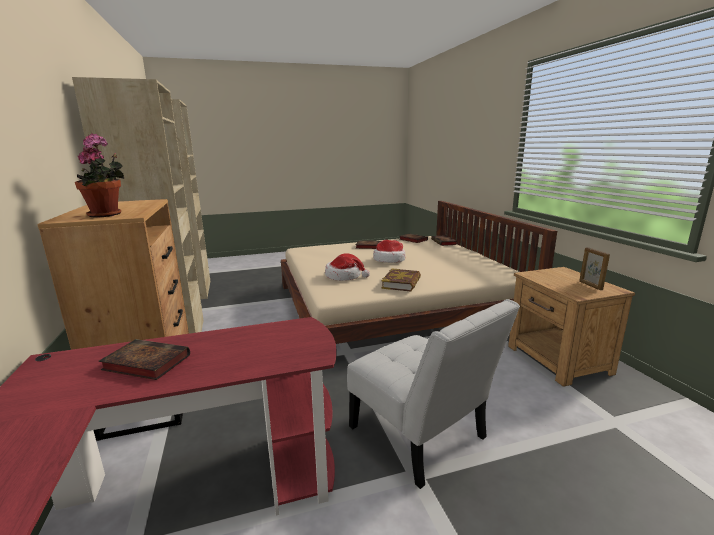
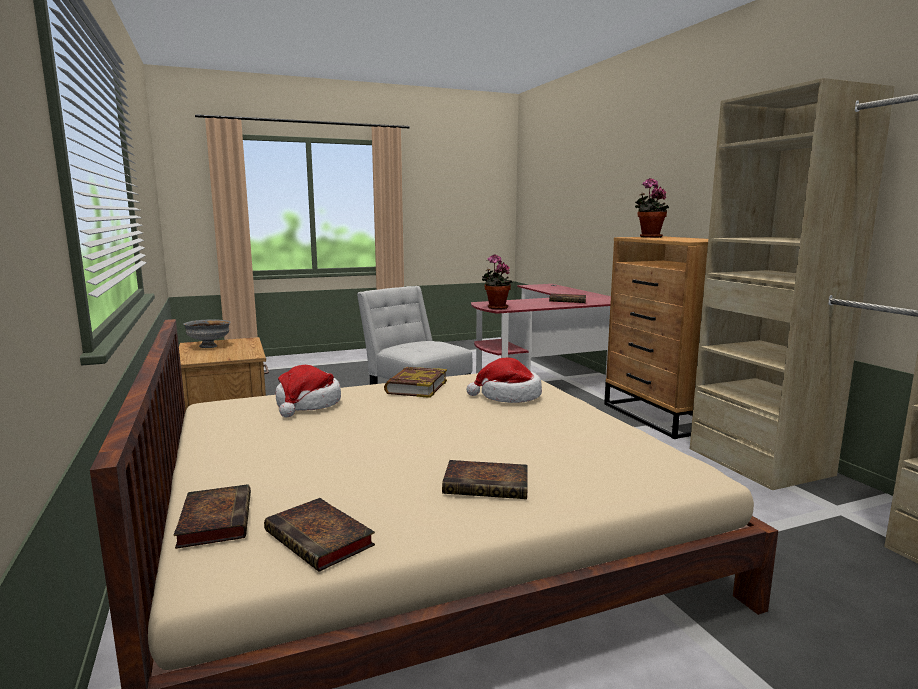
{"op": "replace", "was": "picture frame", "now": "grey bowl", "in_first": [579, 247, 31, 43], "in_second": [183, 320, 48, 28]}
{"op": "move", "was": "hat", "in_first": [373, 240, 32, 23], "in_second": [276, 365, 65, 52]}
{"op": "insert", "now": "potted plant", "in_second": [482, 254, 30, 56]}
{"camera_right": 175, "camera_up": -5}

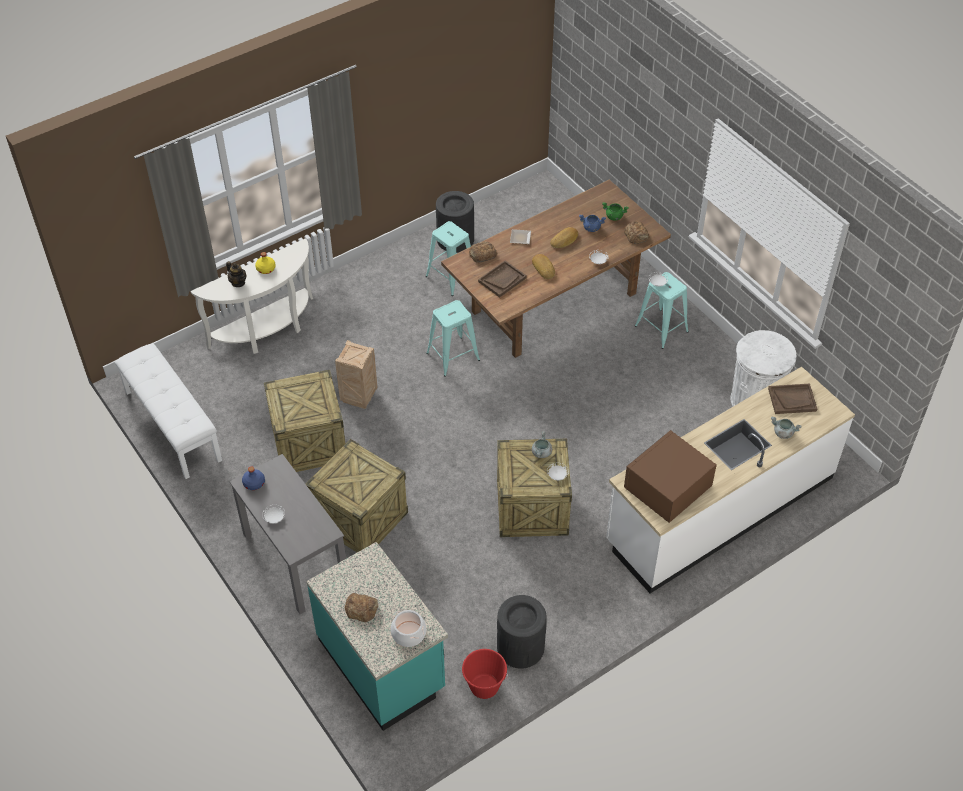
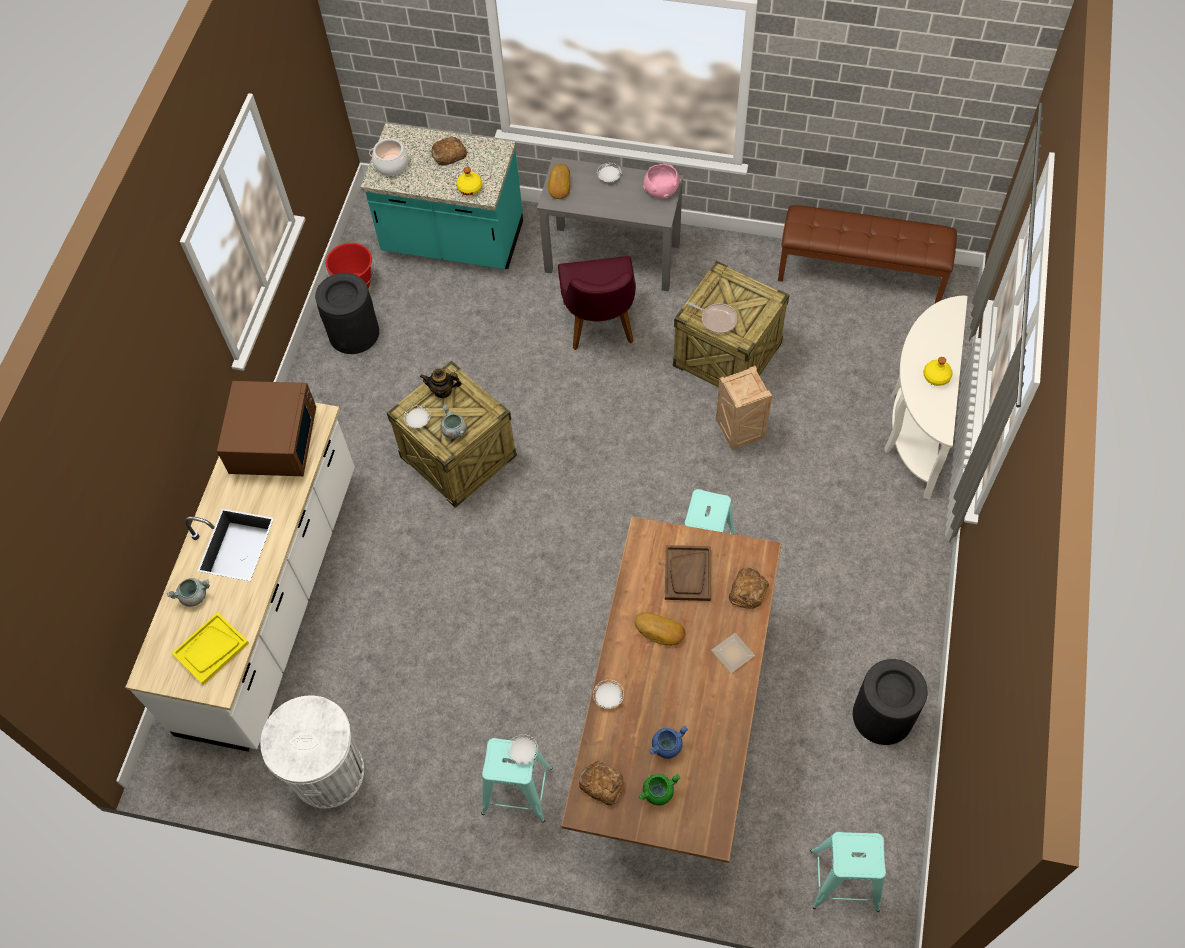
{"op": "recolor", "was": "brown tray", "now": "yellow tray", "in_first": [768, 384, 49, 30], "in_second": [172, 612, 77, 73]}
{"op": "move", "was": "teapot", "in_first": [226, 261, 20, 26], "in_second": [420, 369, 42, 29]}
{"op": "insert", "now": "yellow bottle", "in_second": [456, 167, 26, 29]}
{"op": "move", "was": "bread", "in_first": [550, 227, 28, 21], "in_second": [548, 164, 22, 35]}
{"op": "replace", "was": "crate", "now": "purple chair", "in_first": [306, 439, 102, 114], "in_second": [558, 256, 78, 94]}
{"op": "replace", "was": "blue bottle", "now": "pink bowl", "in_first": [242, 466, 23, 24], "in_second": [643, 164, 38, 34]}
{"op": "insert", "now": "frying pan", "in_second": [686, 301, 52, 32]}
{"op": "recolor", "was": "white bench", "now": "brown bench", "in_first": [115, 344, 107, 135], "in_second": [778, 205, 179, 98]}
{"op": "move", "was": "turquoise stool", "in_first": [426, 221, 45, 75], "in_second": [811, 832, 75, 80]}
{"camera_right": 140, "camera_up": 10}

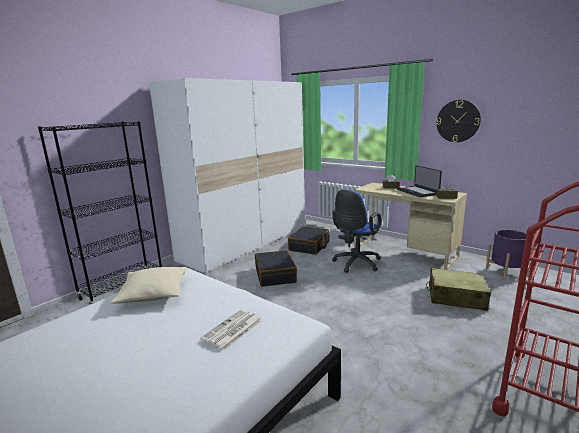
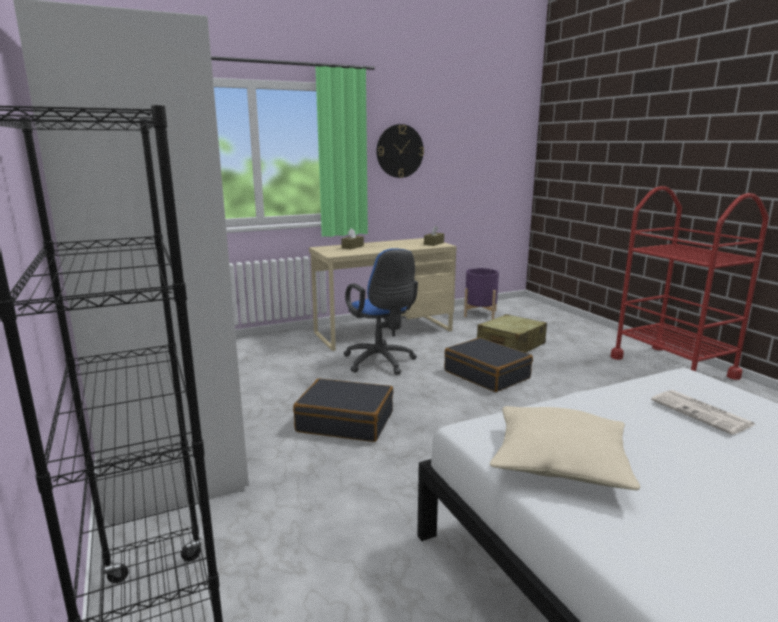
{"op": "move", "was": "black suitcase", "in_first": [288, 226, 41, 29], "in_second": [444, 338, 89, 54]}
{"op": "delete", "was": "laptop", "in_first": [397, 165, 45, 32]}
{"camera_right": -65, "camera_up": 0}

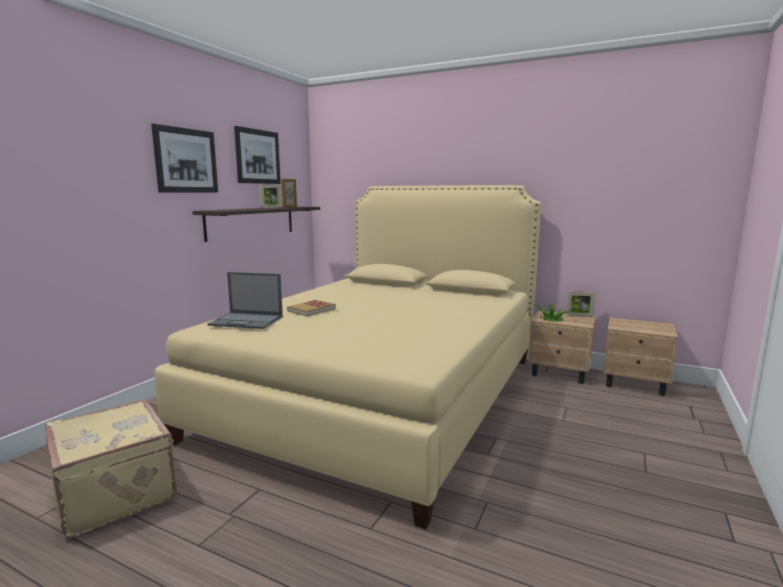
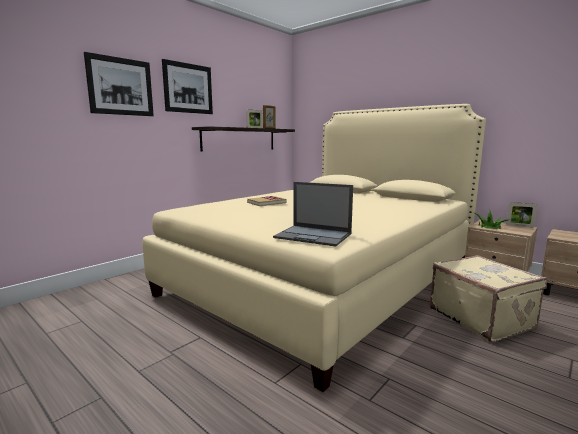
{"op": "move", "was": "picture", "in_first": [234, 126, 47, 58], "in_second": [84, 52, 70, 64]}
{"op": "move", "was": "laptop", "in_first": [207, 272, 76, 57], "in_second": [273, 182, 80, 65]}
{"op": "move", "was": "beige suitcase", "in_first": [45, 399, 132, 139], "in_second": [430, 255, 117, 87]}
{"camera_right": 15, "camera_up": 0}

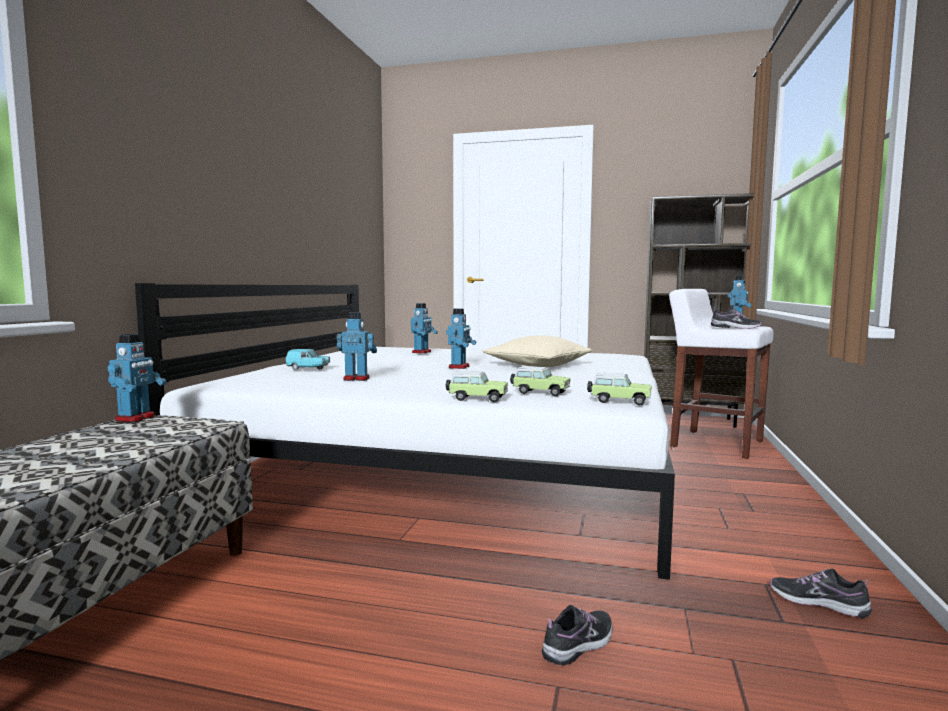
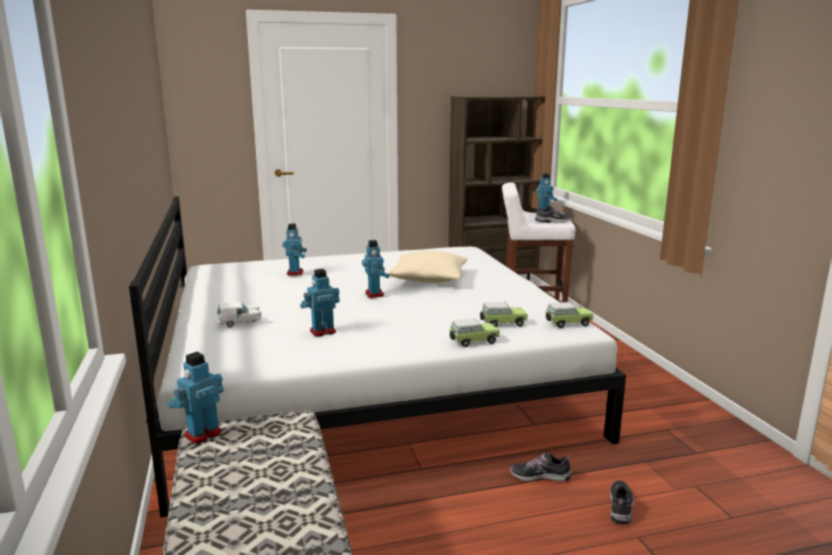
{"op": "rotate", "was": "toy robot", "in_first": [108, 334, 59, 88], "in_second": [168, 352, 56, 92], "clockwise": -120}
{"op": "recolor", "was": "turquoise toy car", "now": "white toy car", "in_first": [285, 349, 45, 21], "in_second": [217, 302, 44, 26]}
{"op": "move", "was": "shoe", "in_first": [770, 569, 102, 49], "in_second": [510, 453, 61, 28]}
{"camera_right": -30, "camera_up": 10}

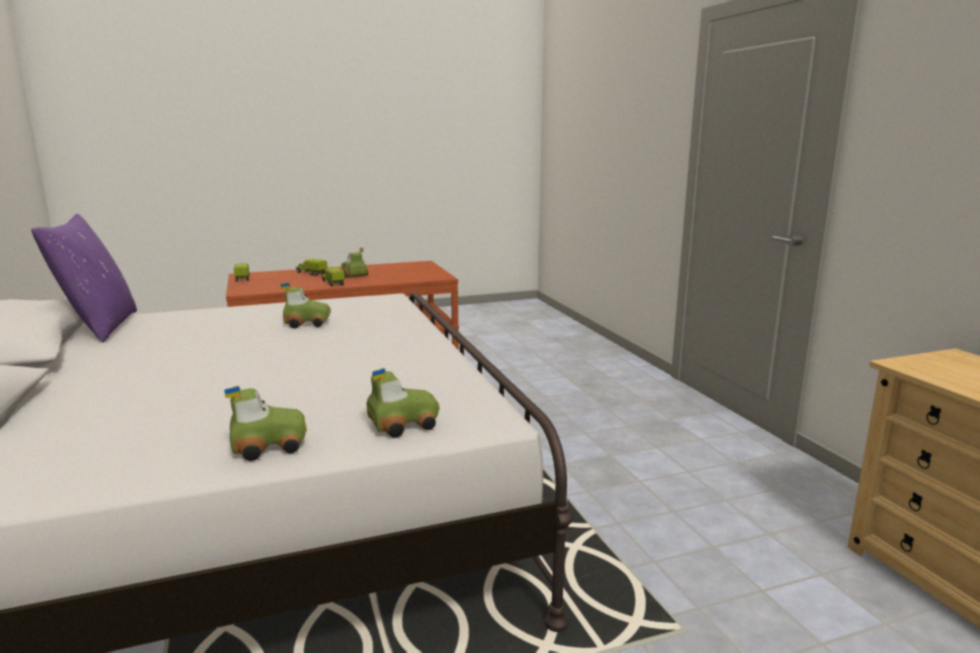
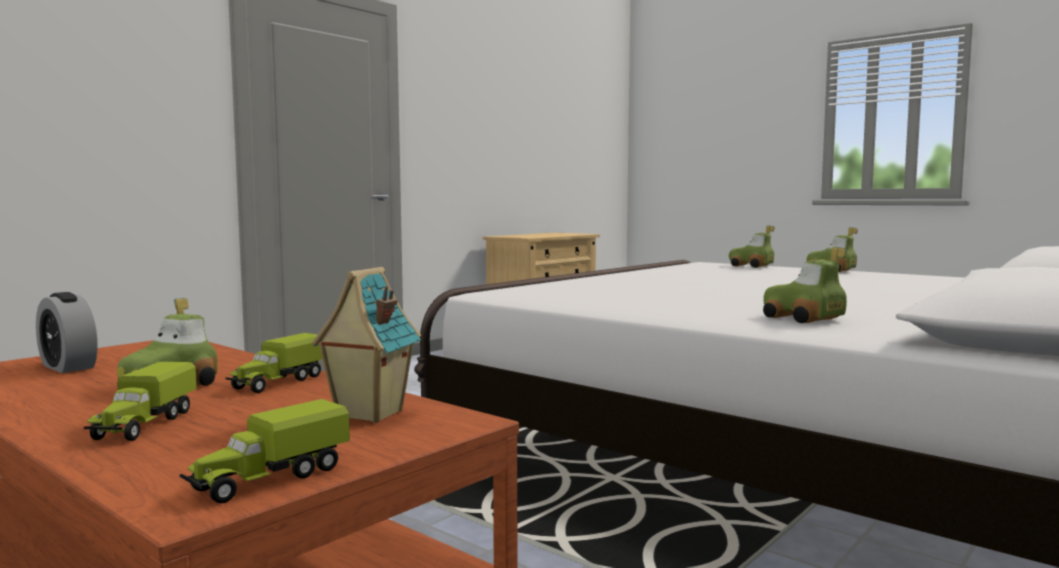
{"op": "insert", "now": "alarm clock", "in_second": [36, 292, 62, 81]}
{"op": "insert", "now": "toy house", "in_second": [312, 267, 109, 156]}
{"op": "move", "was": "toy car", "in_first": [281, 283, 50, 46], "in_second": [763, 247, 84, 76]}
{"op": "delete", "was": "purple pillow", "in_first": [31, 214, 106, 128]}
{"camera_right": -120, "camera_up": -10}

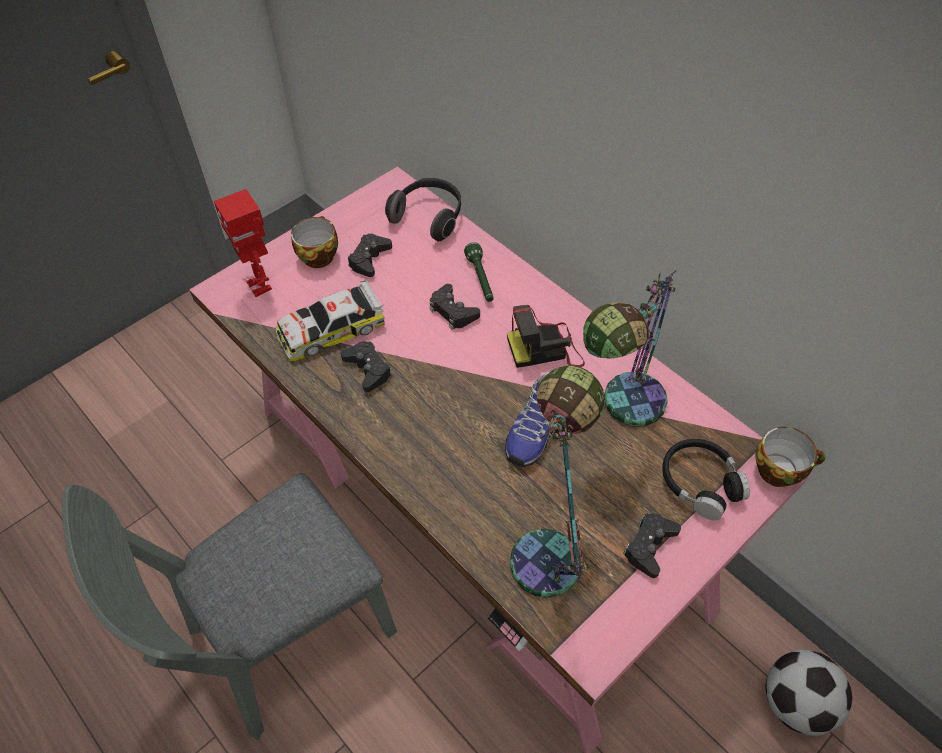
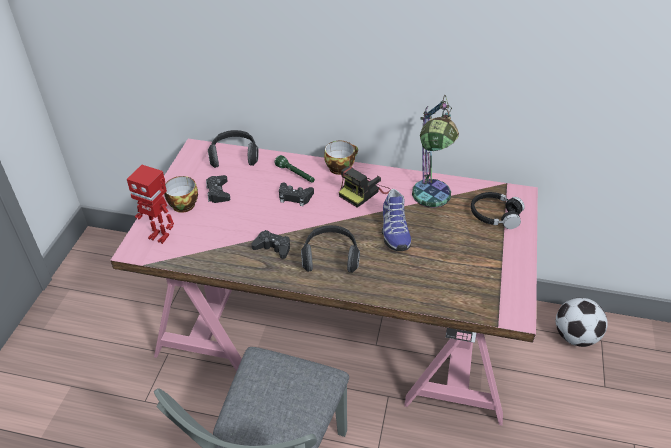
{"op": "insert", "now": "headphones", "in_second": [301, 225, 59, 48]}
{"op": "move", "was": "cup", "in_first": [755, 427, 70, 60], "in_second": [324, 141, 34, 34]}
{"op": "delete", "was": "toy car", "in_first": [275, 279, 110, 83]}
{"op": "delete", "was": "table lamp", "in_first": [510, 365, 95, 233]}
{"op": "delete", "was": "black game controller", "in_first": [623, 513, 58, 65]}
{"camera_right": -35, "camera_up": -10}

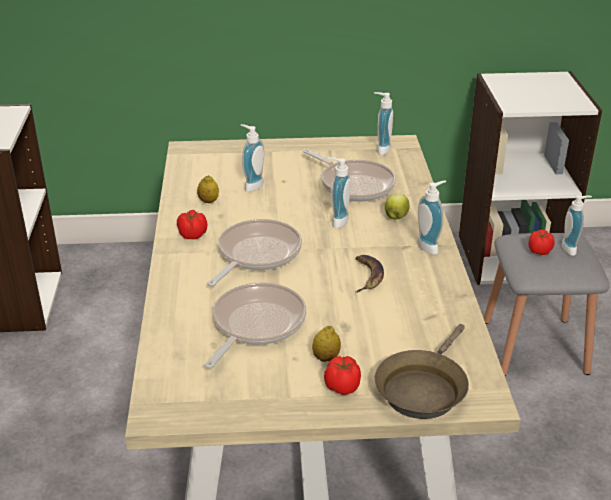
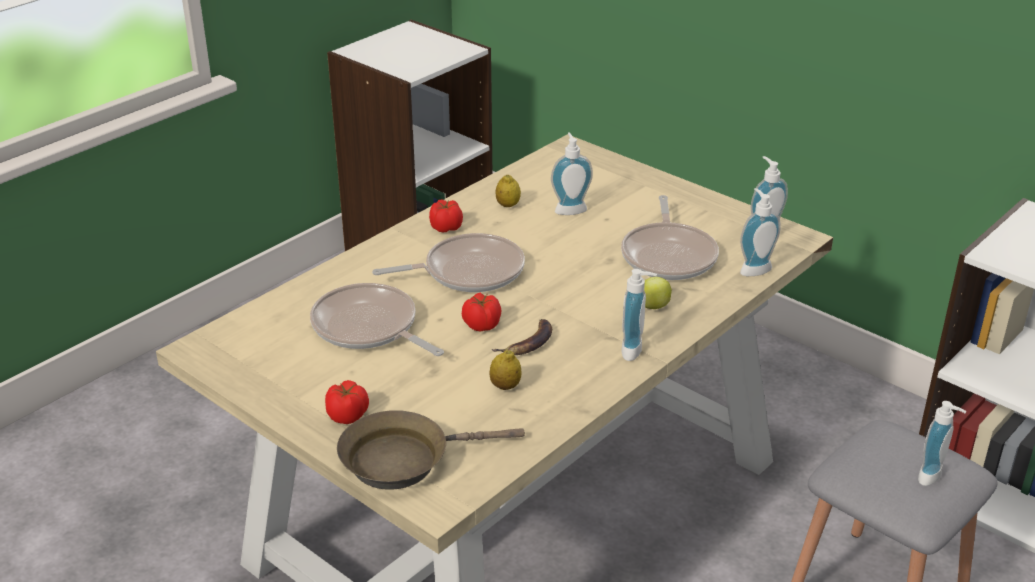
{"op": "rotate", "was": "frying pan", "in_first": [205, 282, 101, 87], "in_second": [310, 283, 134, 73], "clockwise": -120}
{"op": "move", "was": "tomato", "in_first": [529, 229, 26, 26], "in_second": [462, 292, 39, 40]}
{"op": "move", "was": "lemon", "in_first": [312, 326, 29, 36], "in_second": [489, 350, 32, 40]}
{"op": "move", "was": "soap dispenser", "in_first": [328, 157, 23, 71], "in_second": [740, 188, 41, 88]}
{"camera_right": 45, "camera_up": 0}

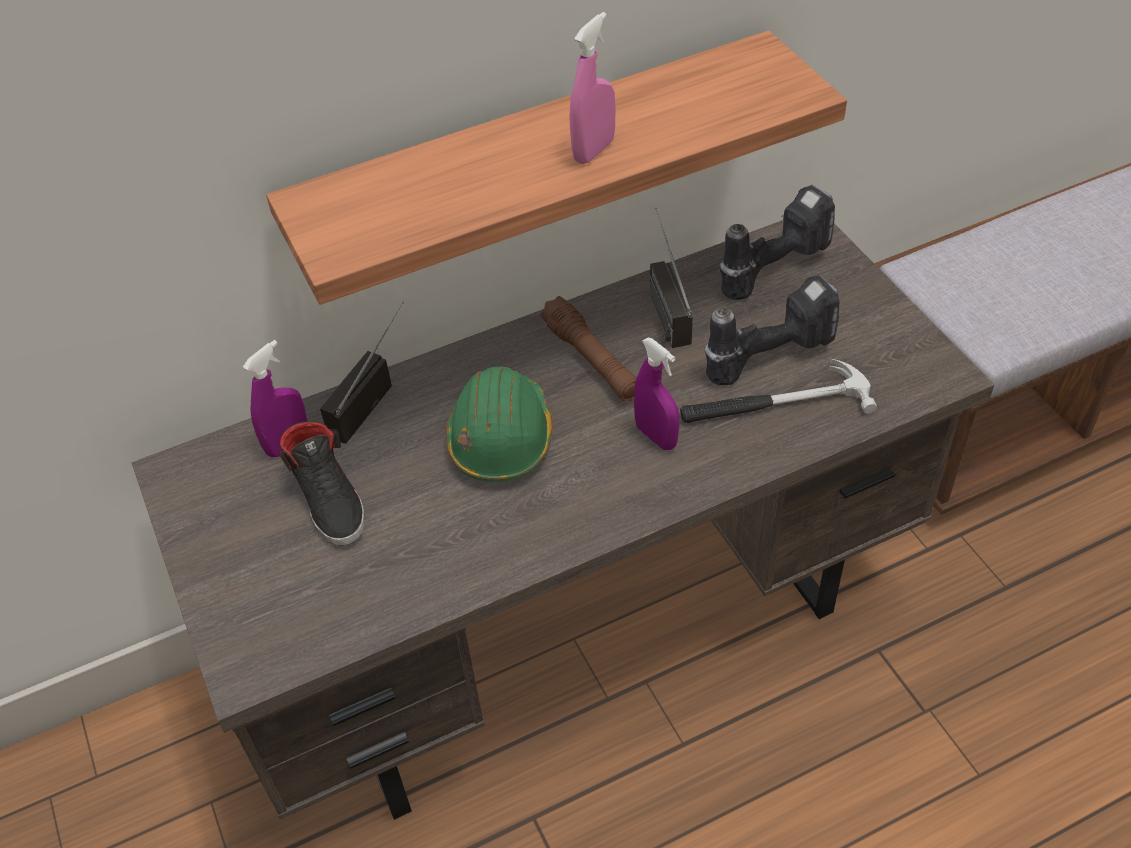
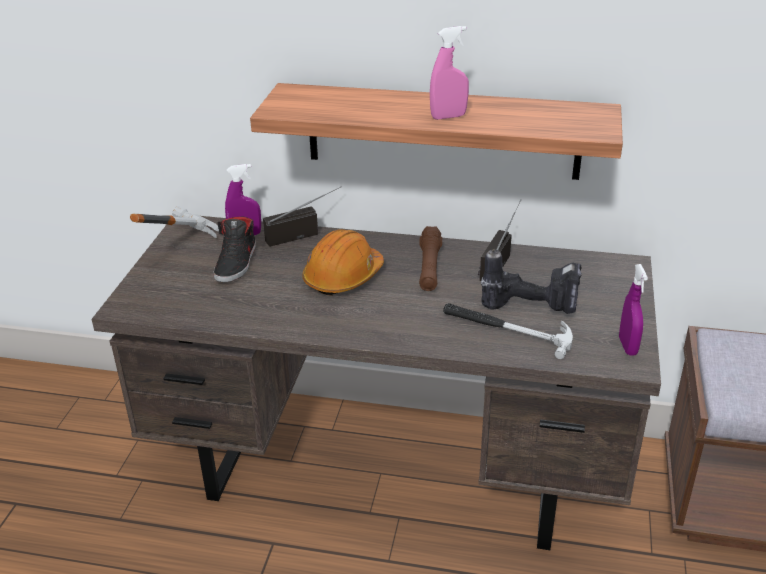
{"op": "insert", "now": "hammer", "in_second": [130, 206, 89, 32]}
{"op": "recolor", "was": "green hard hat", "now": "orange hard hat", "in_first": [446, 366, 107, 116], "in_second": [303, 229, 81, 67]}
{"op": "move", "was": "purple spray bottle", "in_first": [634, 337, 46, 113], "in_second": [619, 264, 29, 92]}
{"op": "delete", "was": "power drill", "in_first": [720, 185, 115, 115]}
{"camera_right": 35, "camera_up": -15}

